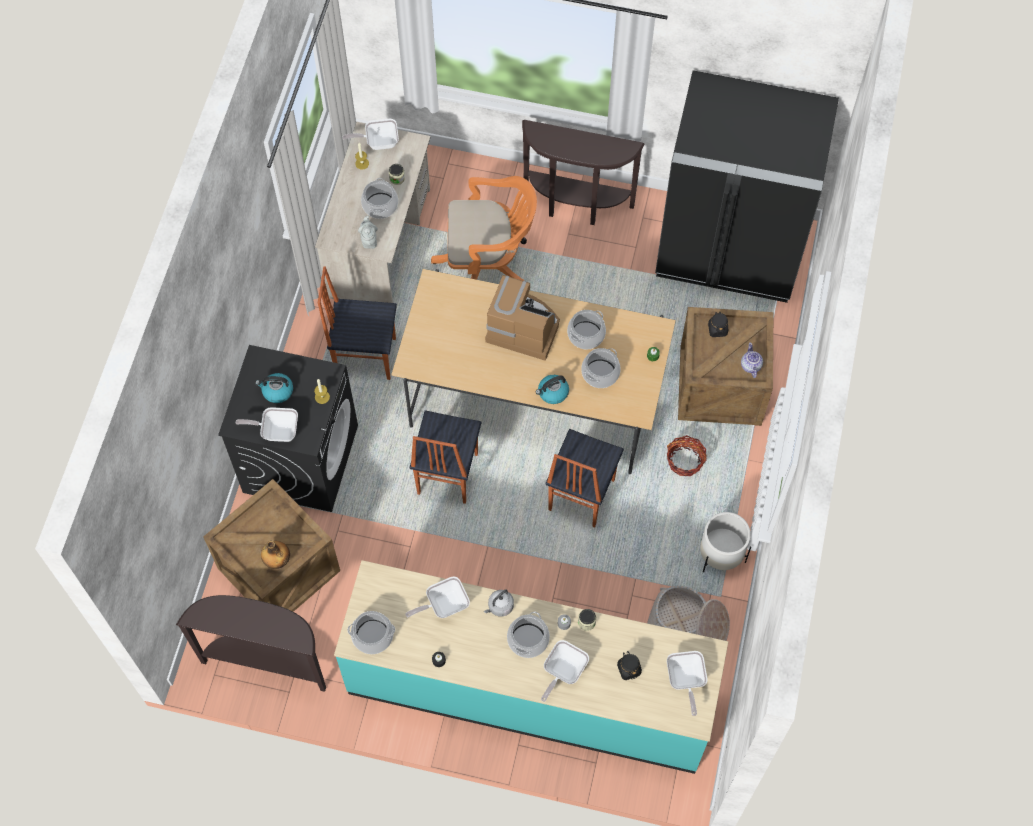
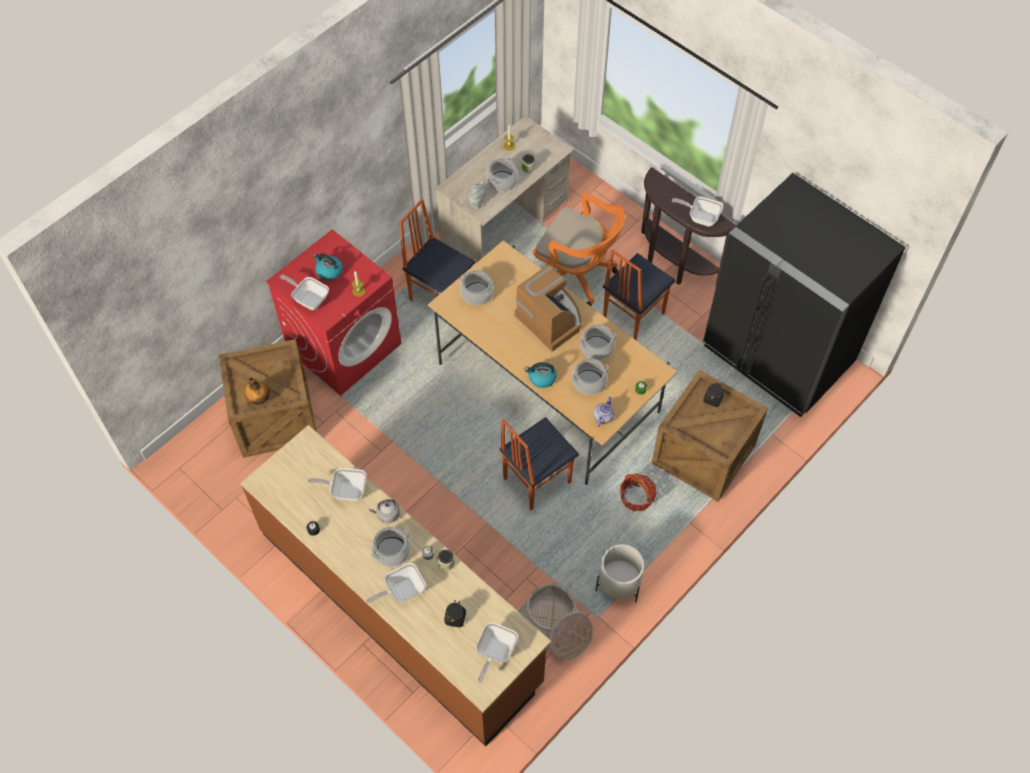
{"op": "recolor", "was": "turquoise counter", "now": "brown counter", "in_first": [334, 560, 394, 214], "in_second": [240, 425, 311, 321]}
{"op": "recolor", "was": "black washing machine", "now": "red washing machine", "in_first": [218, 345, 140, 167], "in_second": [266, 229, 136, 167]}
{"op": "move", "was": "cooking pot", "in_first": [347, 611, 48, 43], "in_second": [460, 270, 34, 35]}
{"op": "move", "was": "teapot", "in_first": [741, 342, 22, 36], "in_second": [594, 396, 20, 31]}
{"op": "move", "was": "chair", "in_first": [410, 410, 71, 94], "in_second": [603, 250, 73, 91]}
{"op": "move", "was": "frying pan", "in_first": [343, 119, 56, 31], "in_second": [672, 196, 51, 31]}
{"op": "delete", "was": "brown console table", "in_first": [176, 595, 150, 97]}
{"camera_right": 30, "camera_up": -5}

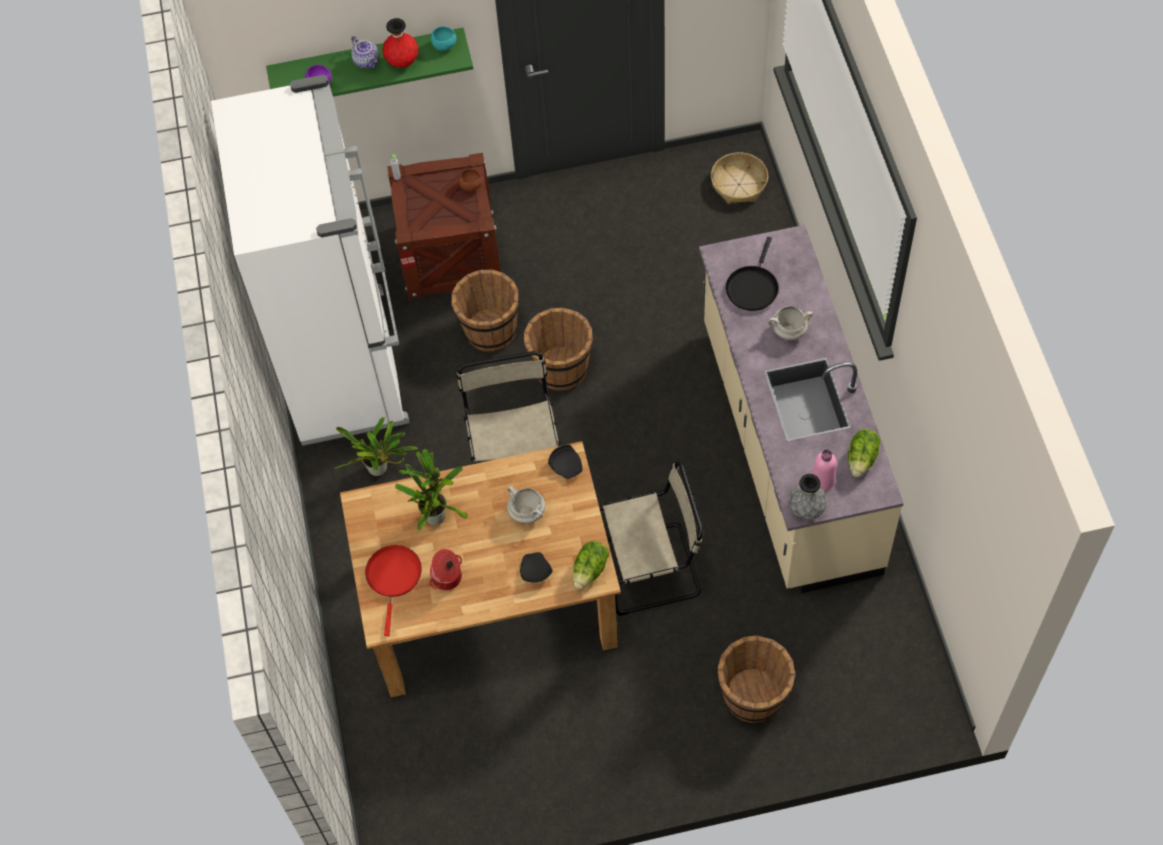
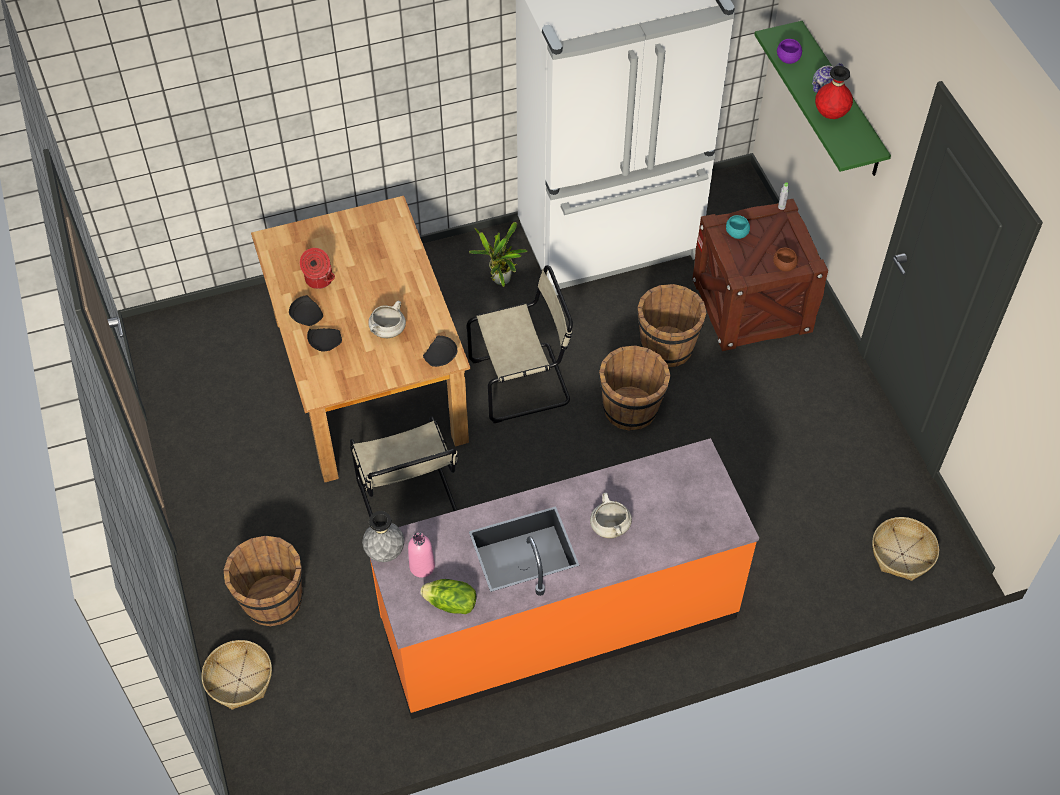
{"op": "insert", "now": "basket", "in_second": [202, 640, 70, 70]}
{"op": "insert", "now": "black plate", "in_second": [289, 295, 34, 31]}
{"op": "recolor", "was": "beige counter", "now": "orange counter", "in_first": [699, 225, 205, 368], "in_second": [370, 438, 389, 281]}
{"op": "move", "was": "turquoise bowl", "in_first": [430, 26, 26, 25], "in_second": [726, 215, 24, 24]}
{"op": "delete", "was": "red frying pan", "in_first": [365, 545, 57, 91]}
{"op": "delete", "was": "potted plant", "in_first": [395, 449, 73, 82]}
{"op": "delete", "was": "lettuce", "in_first": [573, 541, 36, 48]}
{"op": "delete", "was": "black frying pan", "in_first": [726, 237, 53, 74]}
{"camera_right": 80, "camera_up": -5}

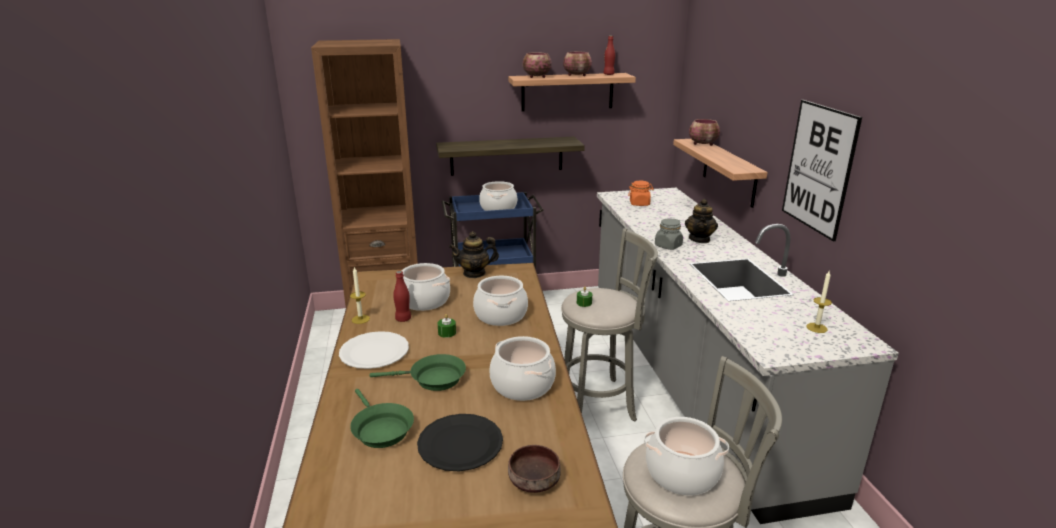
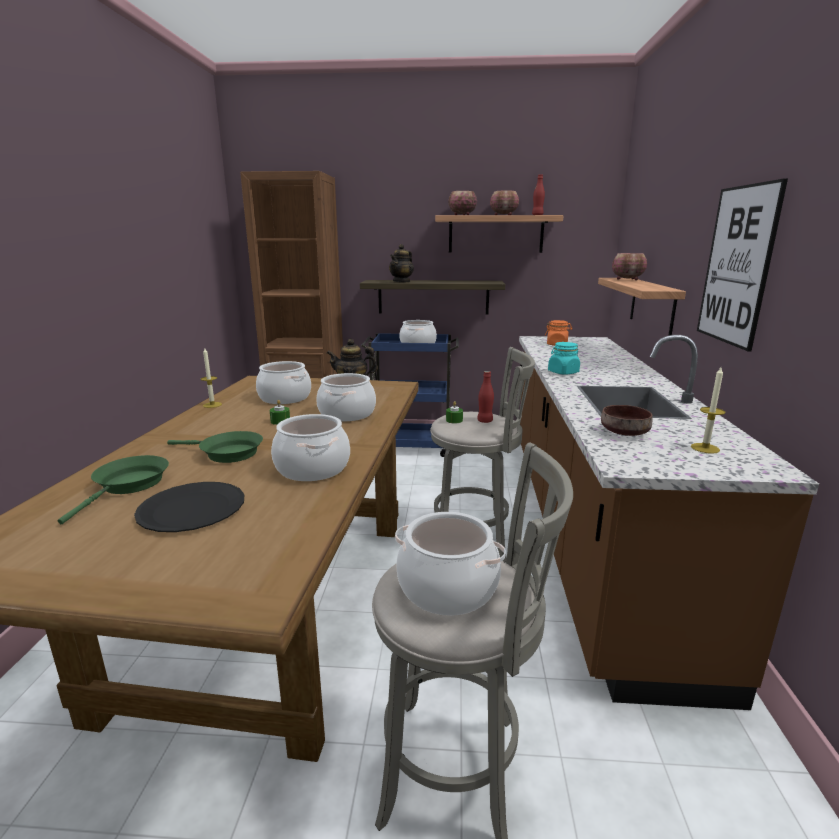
{"op": "rotate", "was": "green frying pan", "in_first": [350, 389, 64, 59], "in_second": [58, 455, 111, 69], "clockwise": -150}
{"op": "move", "was": "teapot", "in_first": [685, 199, 33, 44], "in_second": [389, 244, 25, 38]}
{"op": "move", "was": "red bottle", "in_first": [393, 271, 18, 51], "in_second": [477, 371, 17, 52]}
{"op": "recolor", "was": "grey counter", "now": "brown counter", "in_first": [597, 188, 302, 336], "in_second": [519, 335, 300, 375]}
{"op": "recolor", "was": "grey jar", "now": "turquoise jar", "in_first": [655, 218, 28, 32], "in_second": [548, 342, 32, 33]}
{"op": "move", "was": "brown bowl", "in_first": [508, 445, 53, 48], "in_second": [601, 405, 52, 31]}
{"op": "delete", "was": "white plate", "in_first": [339, 331, 70, 38]}
{"camera_right": 15, "camera_up": -5}

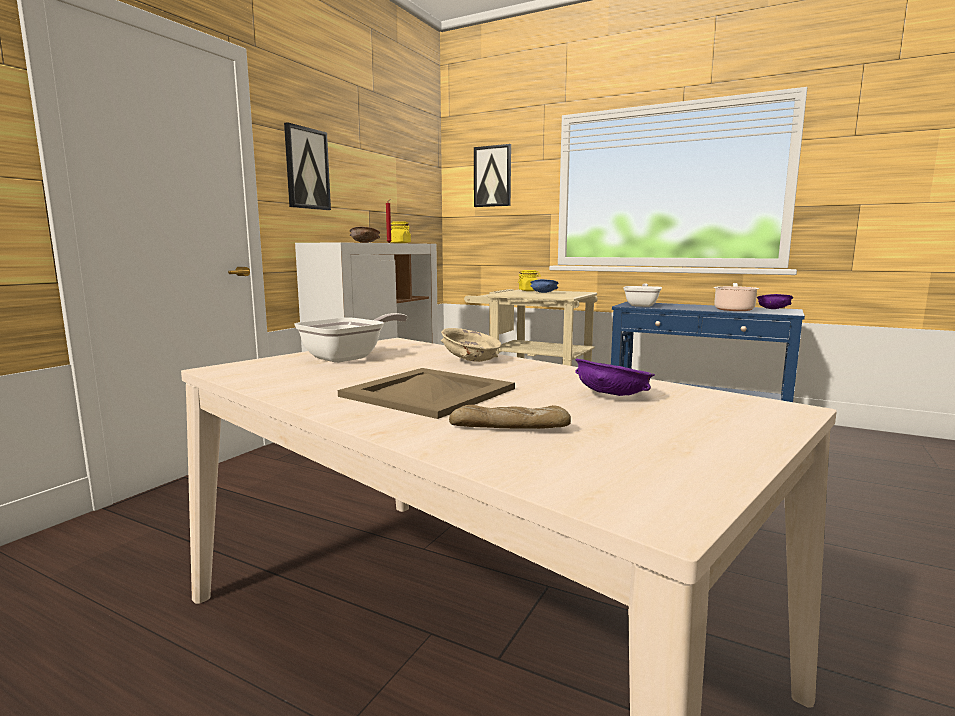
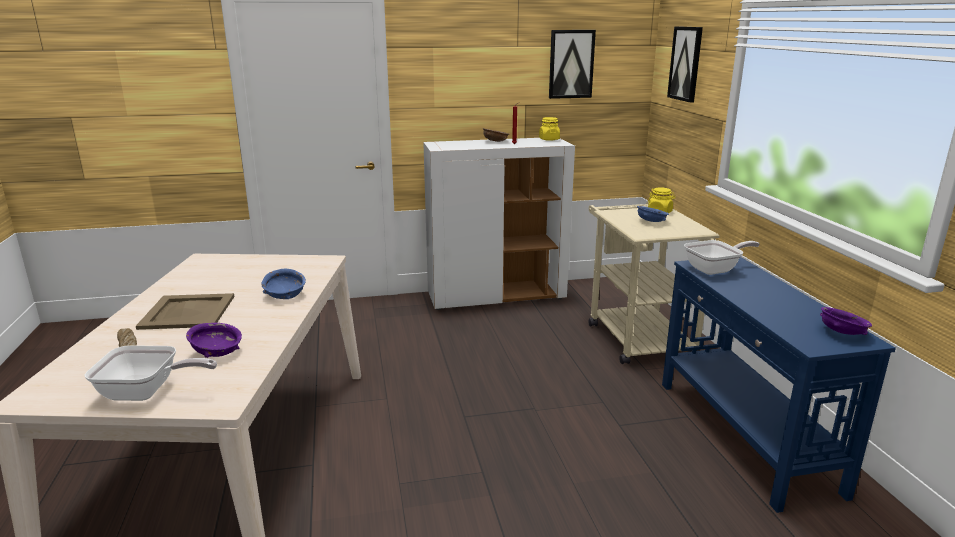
{"op": "move", "was": "frying pan", "in_first": [294, 313, 114, 50], "in_second": [85, 345, 132, 56]}
{"op": "recolor", "was": "beige bowl", "now": "blue bowl", "in_first": [441, 328, 60, 34], "in_second": [261, 269, 45, 30]}
{"op": "move", "was": "picture", "in_first": [284, 122, 47, 88], "in_second": [549, 30, 47, 69]}
{"op": "delete", "was": "cooking pot", "in_first": [714, 283, 45, 28]}
{"camera_right": 50, "camera_up": 10}

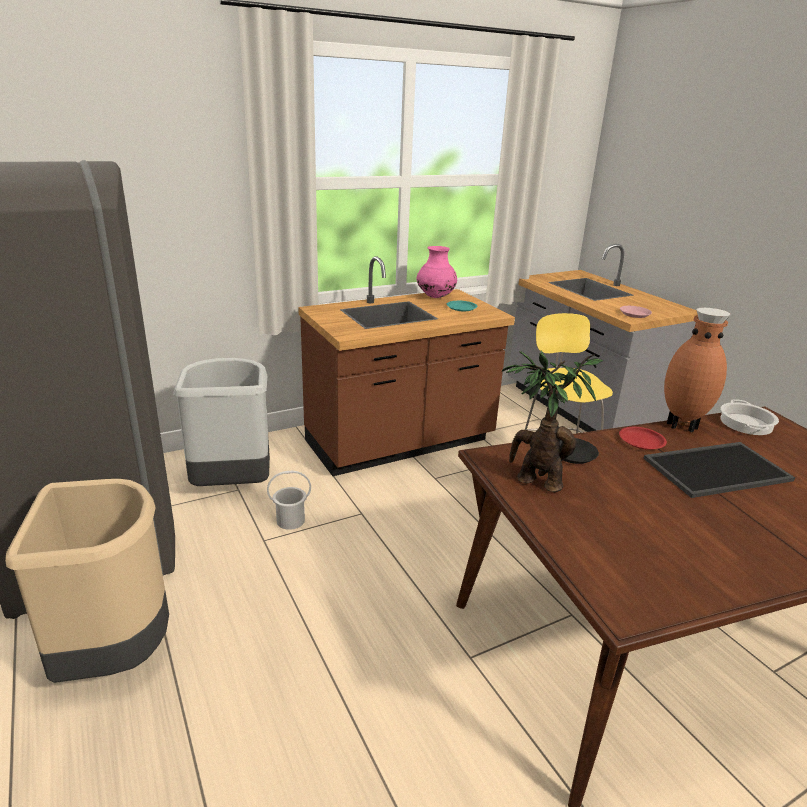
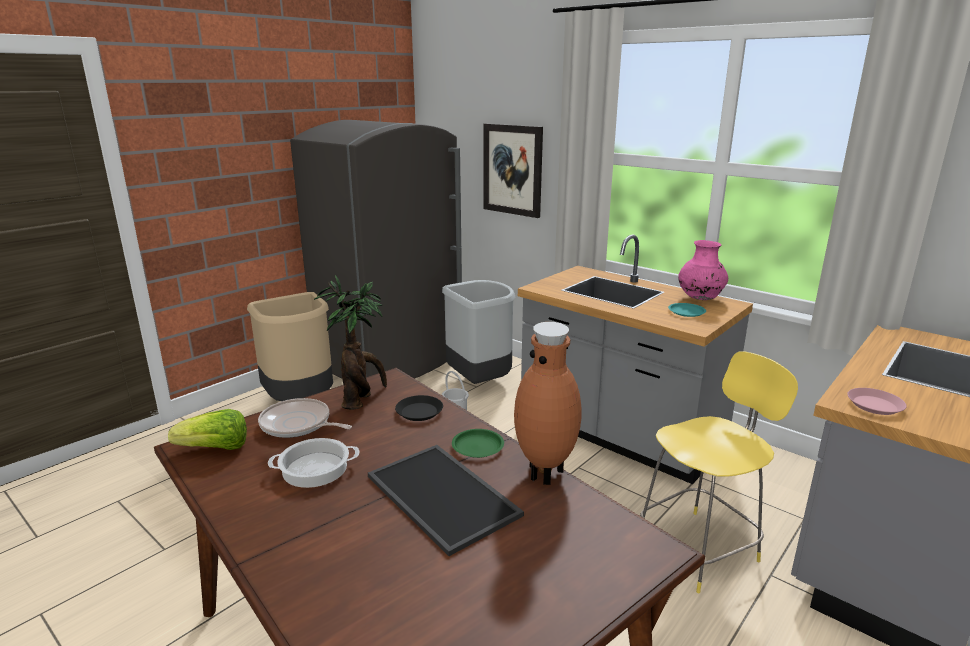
{"op": "insert", "now": "lettuce", "in_second": [168, 409, 79, 41]}
{"op": "insert", "now": "frying pan", "in_second": [258, 398, 94, 40]}
{"op": "move", "was": "cooking pot", "in_first": [720, 399, 59, 36], "in_second": [268, 438, 91, 50]}
{"op": "recolor", "was": "red plate", "now": "green plate", "in_first": [619, 427, 48, 23], "in_second": [452, 429, 52, 29]}
{"op": "insert", "now": "picture", "in_second": [484, 124, 59, 94]}
{"op": "recolor", "was": "brown counter", "now": "grey counter", "in_first": [298, 256, 217, 220], "in_second": [518, 234, 235, 250]}
{"camera_right": 70, "camera_up": -5}

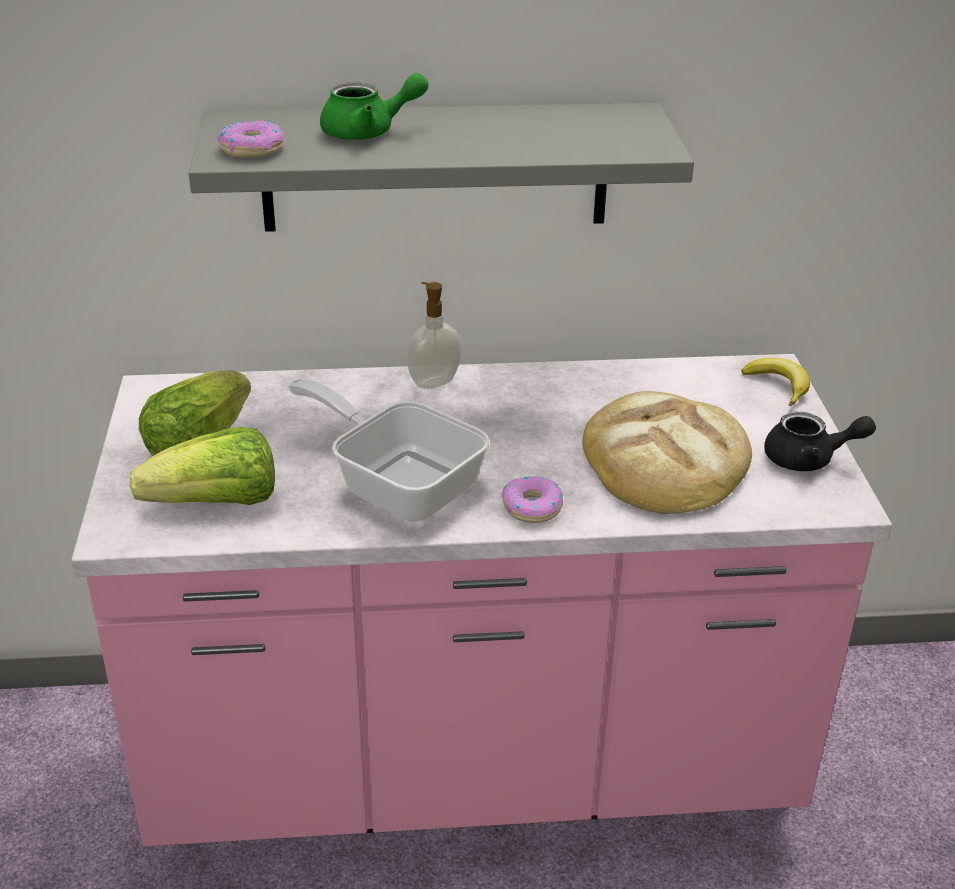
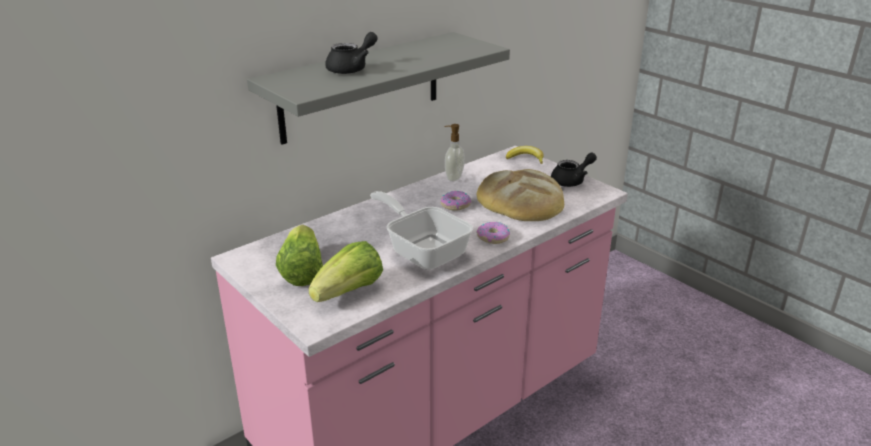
{"op": "recolor", "was": "green teapot", "now": "black teapot", "in_first": [320, 73, 109, 67], "in_second": [325, 32, 53, 42]}
{"op": "rotate", "was": "frying pan", "in_first": [288, 379, 202, 143], "in_second": [370, 191, 103, 79], "clockwise": 45}
{"op": "move", "was": "donut", "in_first": [217, 121, 67, 37], "in_second": [441, 191, 30, 20]}
{"op": "move", "was": "soap dispenser", "in_first": [407, 282, 55, 107], "in_second": [445, 124, 20, 57]}
{"camera_right": -35, "camera_up": -5}

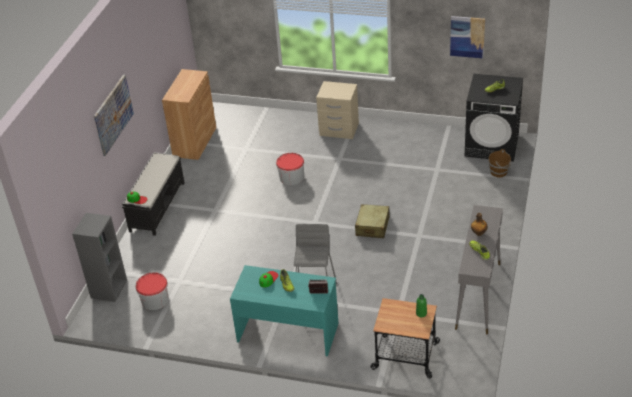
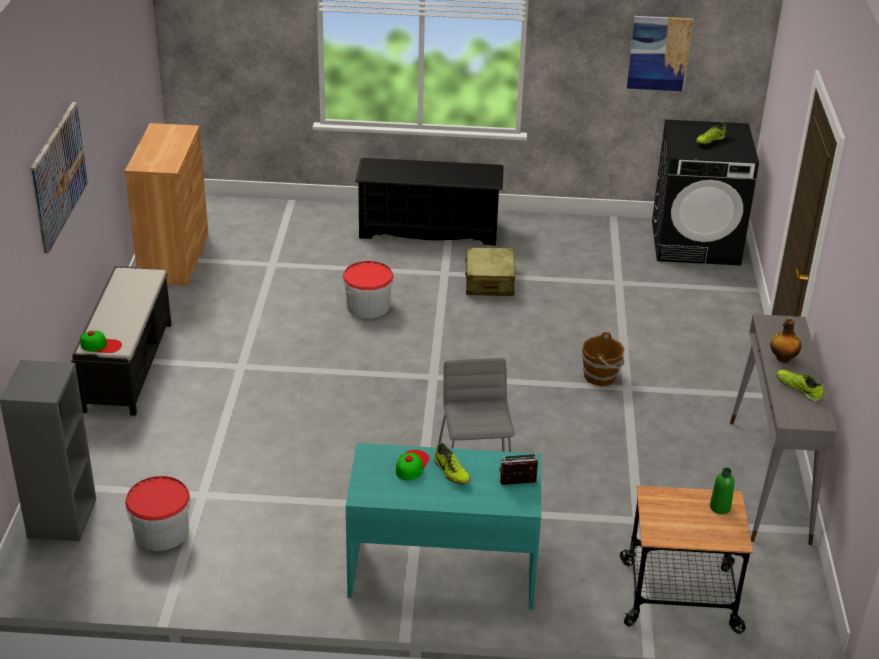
{"op": "replace", "was": "beige nightstand", "now": "black shoe rack", "in_first": [316, 81, 43, 58], "in_second": [355, 158, 149, 88]}
{"op": "move", "was": "beige suitcase", "in_first": [355, 204, 35, 34], "in_second": [464, 248, 51, 48]}
{"op": "move", "was": "brown bucket", "in_first": [488, 149, 23, 29], "in_second": [582, 332, 43, 54]}
{"camera_right": -15, "camera_up": -5}

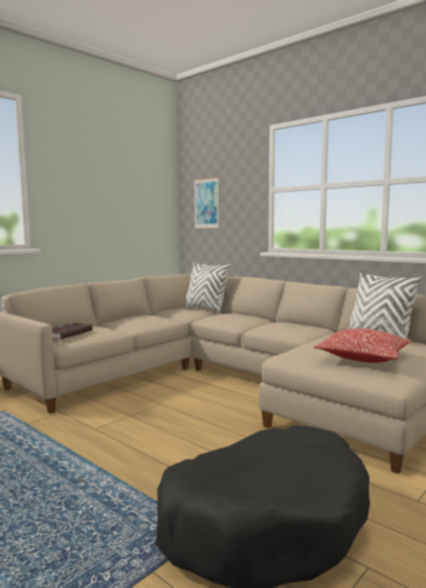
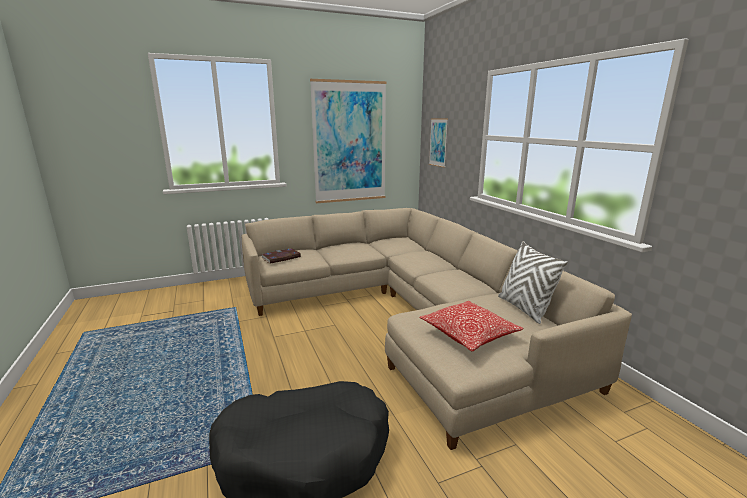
{"op": "insert", "now": "picture", "in_second": [310, 79, 76, 124]}
{"op": "delete", "was": "white pillow", "in_first": [184, 262, 46, 50]}
{"camera_right": 25, "camera_up": 10}

